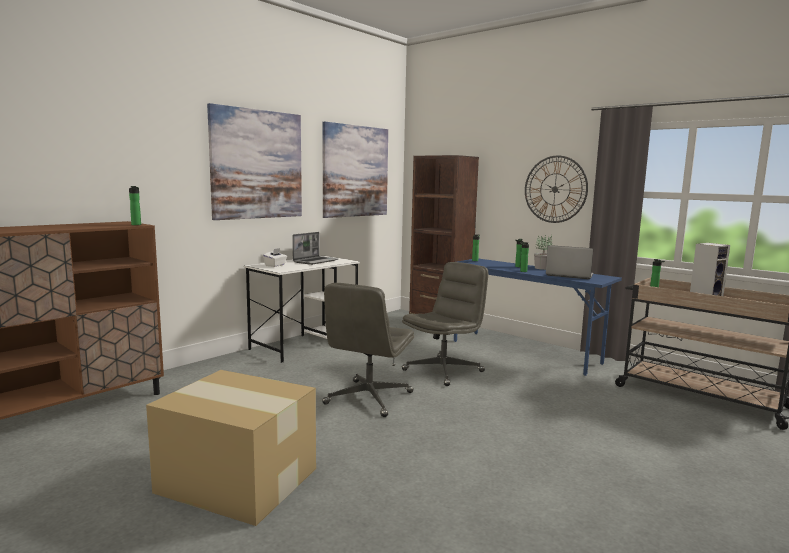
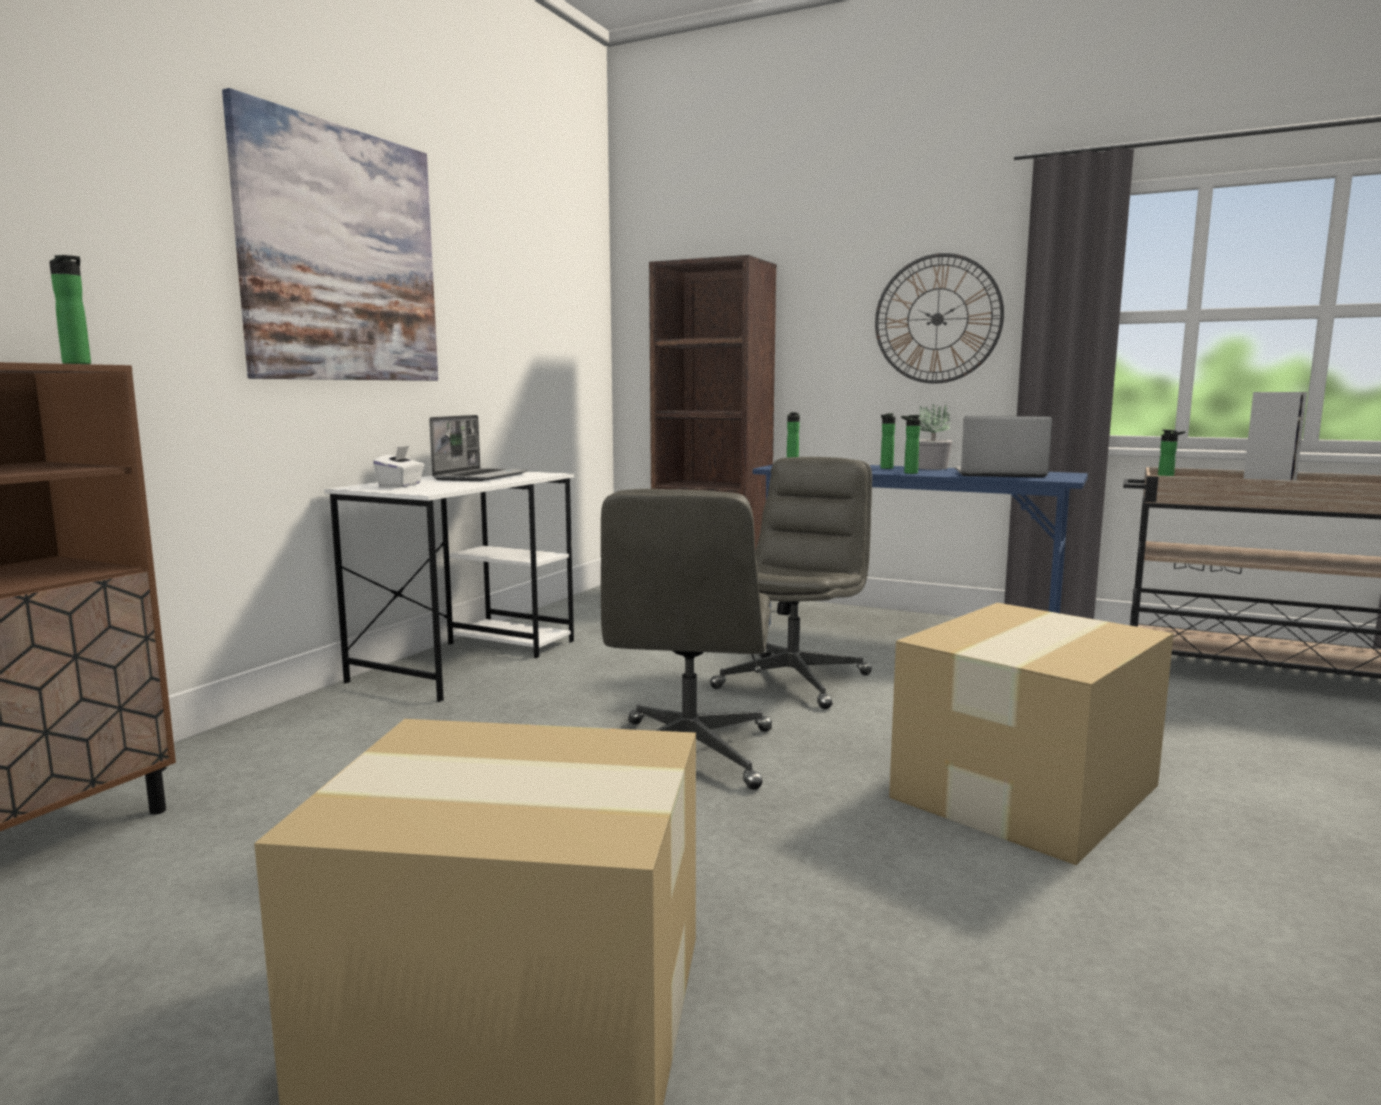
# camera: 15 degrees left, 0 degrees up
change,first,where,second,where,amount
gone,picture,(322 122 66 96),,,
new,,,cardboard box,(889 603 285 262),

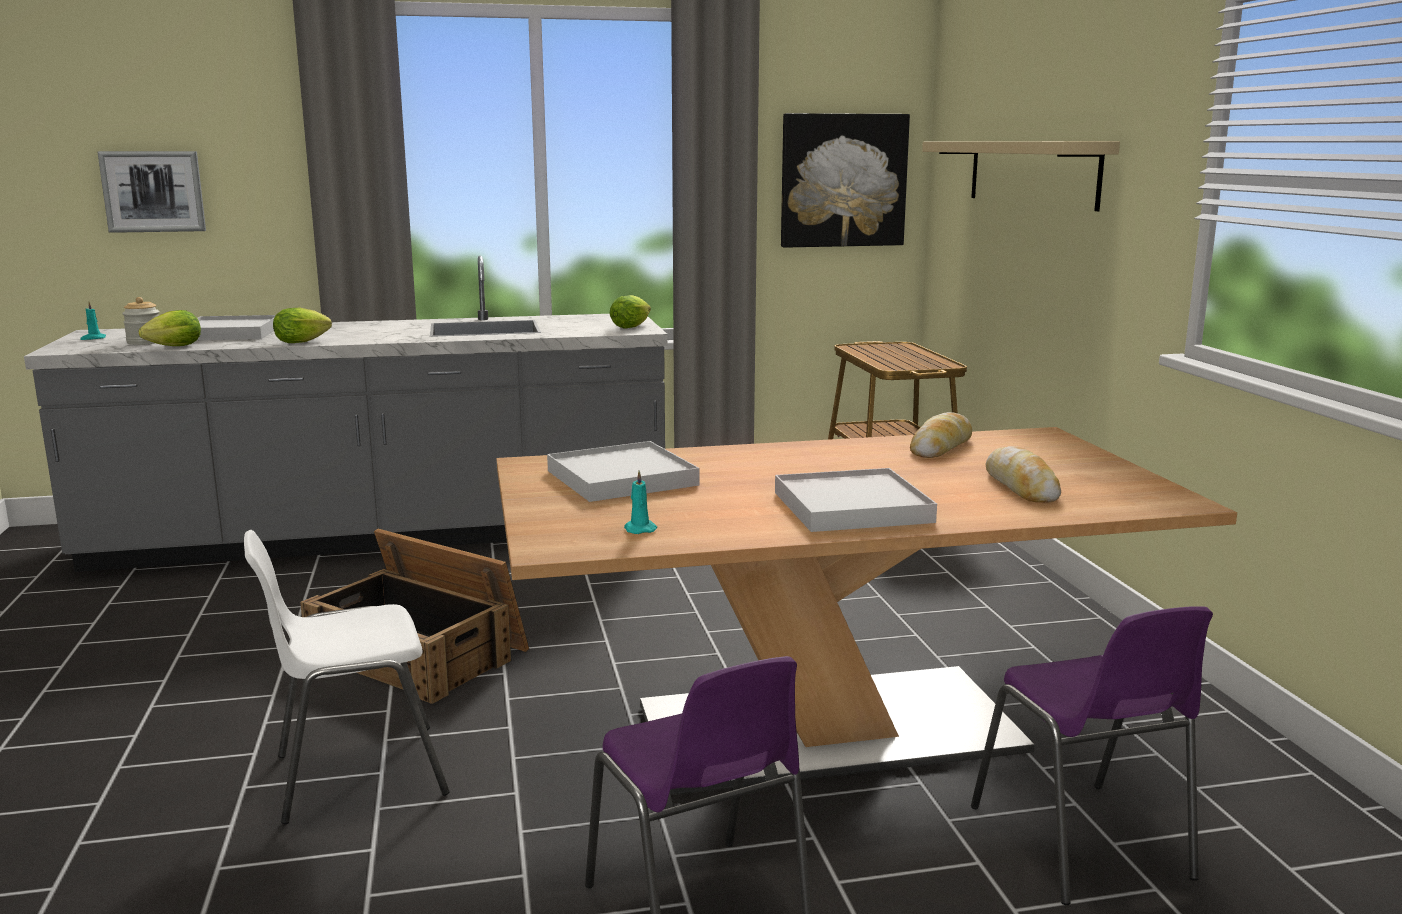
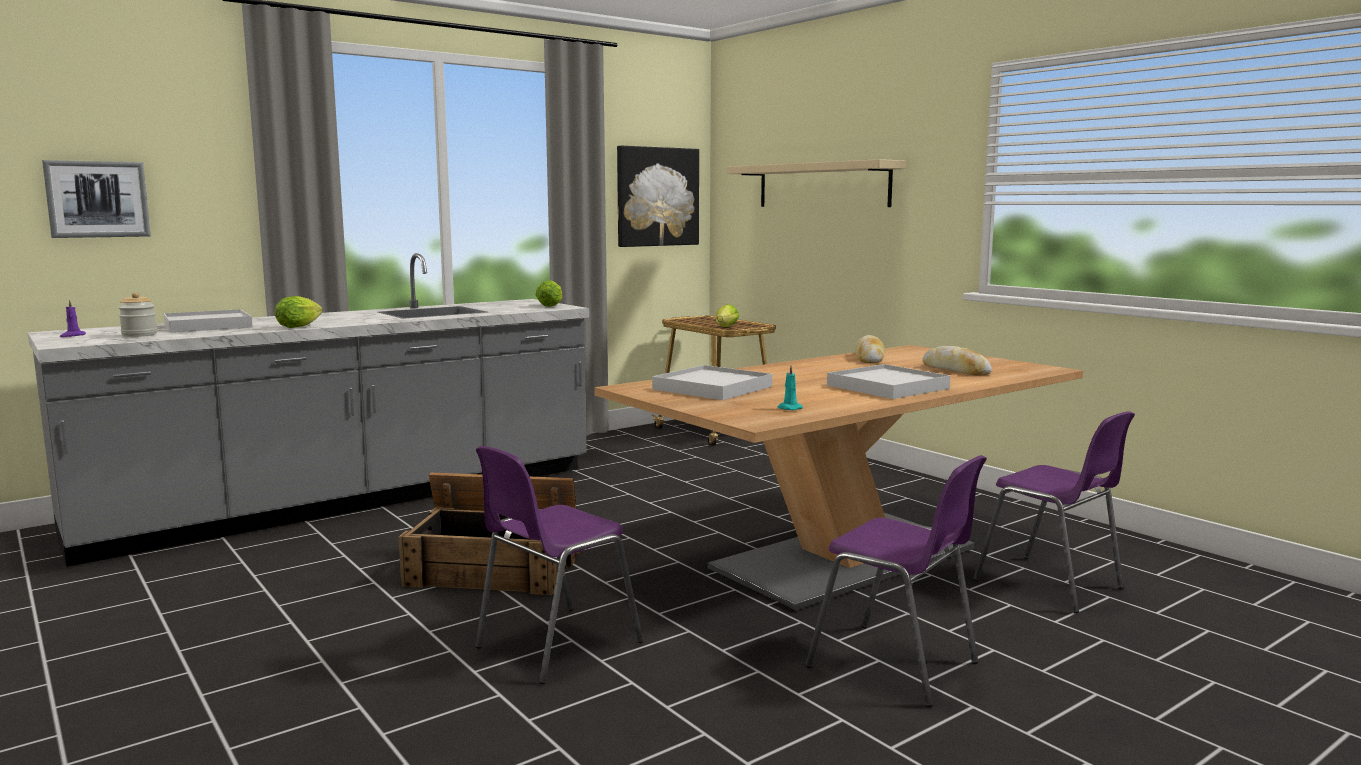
# camera: 25 degrees left, 5 degrees down
change,first,where,second,where,amount
repainted,candle in turquoise-coloured,(80 302 26 38),candle in purple-coloured,(60 299 26 38),
shifted,lettuce head,(139 310 62 36),,(716 304 23 23),
repainted,upright chair in whitish,(244 530 206 294),upright chair in purple-coloured,(475 446 168 238),

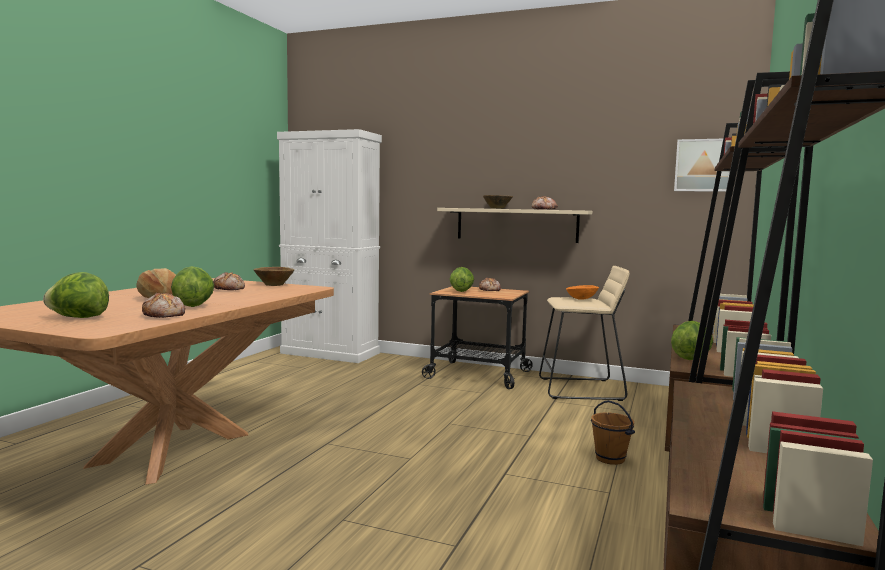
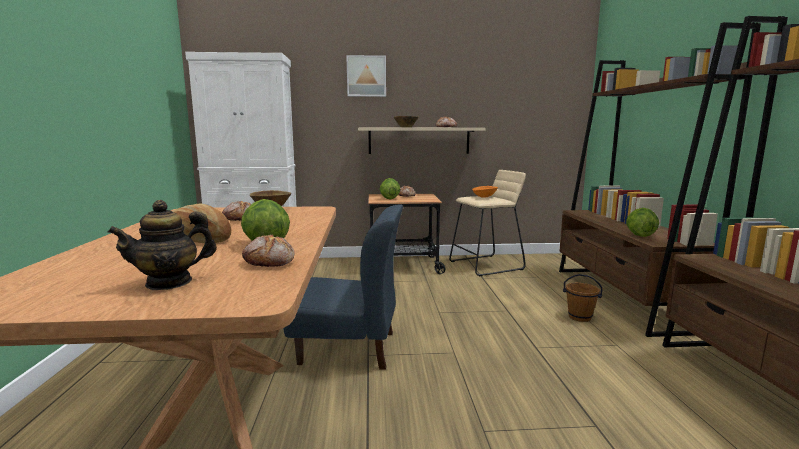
# camera: 25 degrees left, 5 degrees up
change,first,where,second,where,amount
swapped,lettuce head,(43 272 66 46),pot for tea,(108 200 109 90),
shifted,picture,(674 139 56 53),,(346 55 40 42),
new,,,upright chair in blue,(283 204 120 166),

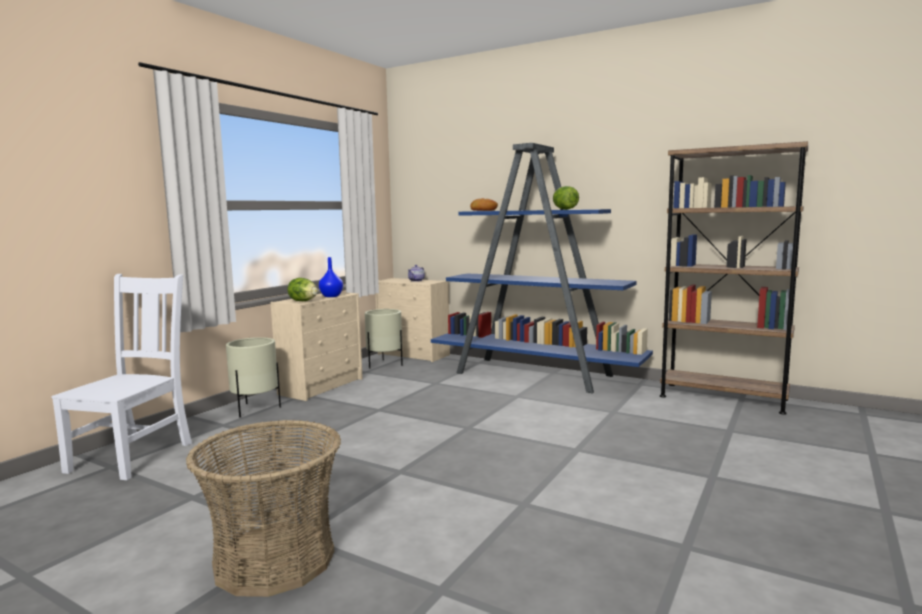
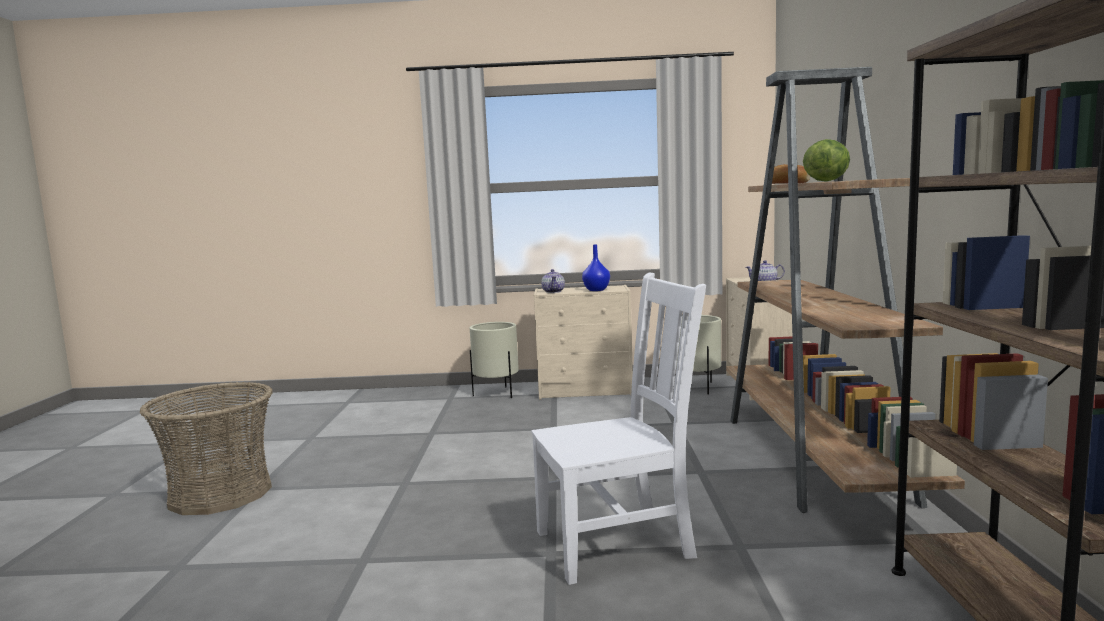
# camera: 60 degrees right, 0 degrees up
change,first,where,second,where,amount
shifted,upright chair in whitish,(51 274 141 206),,(531 273 175 312),
swapped,lettuce head,(287 278 31 23),pot for tea,(541 269 24 24),
repainted,bookshelf in blue,(431 143 222 251),bookshelf in brown-coloured,(726 67 239 446),

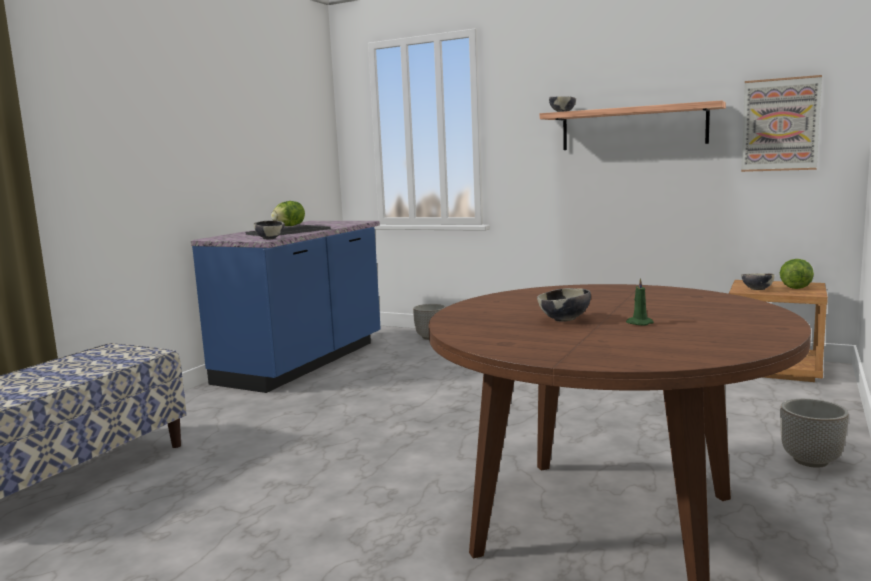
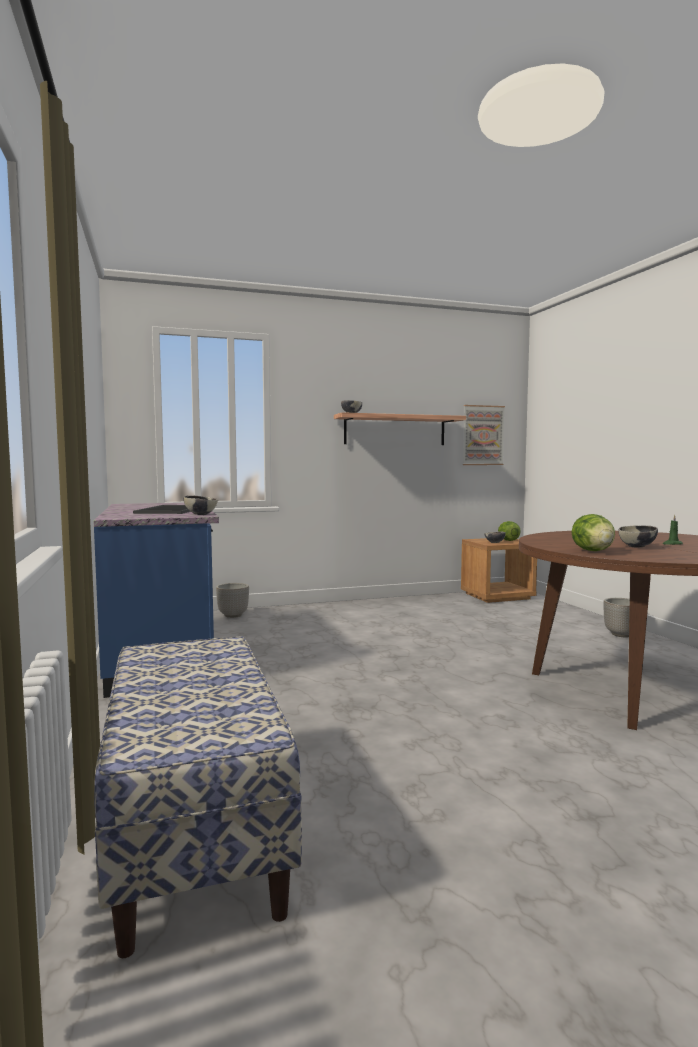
# camera: 45 degrees left, 5 degrees down
change,first,where,second,where,amount
shifted,lettuce head,(271 201 34 25),,(571 514 44 37),

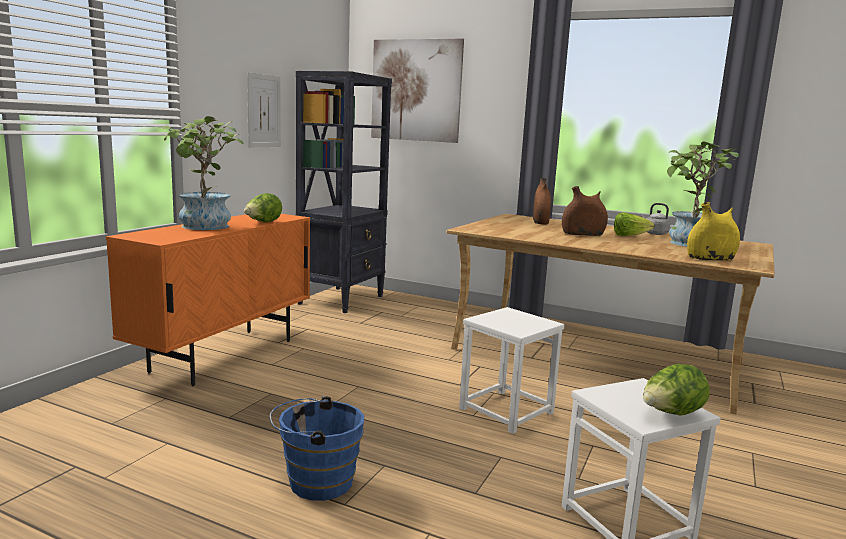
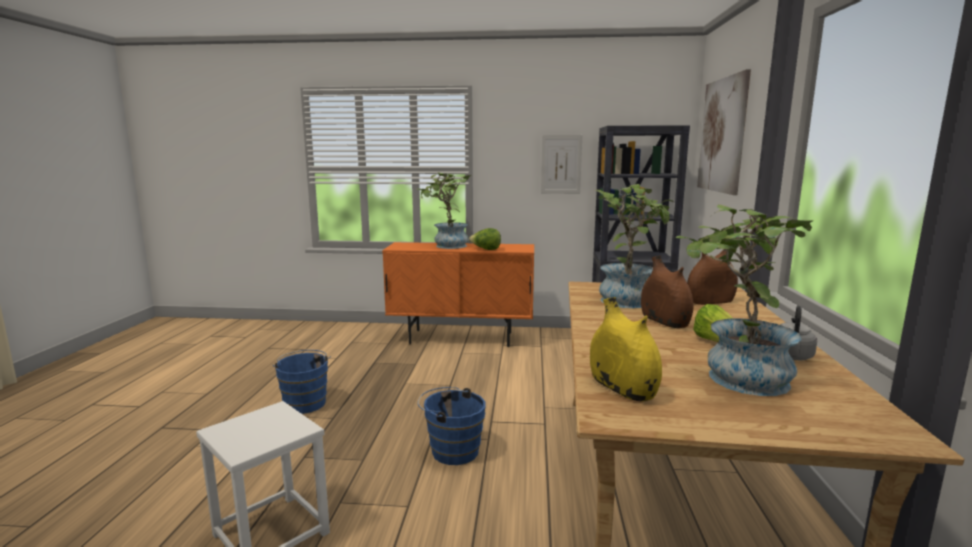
# camera: 70 degrees right, 0 degrees up
change,first,where,second,where,amount
swapped,stool in whitish,(459 307 106 127),pail in blue,(418 387 67 78),
gone,lettuce head,(643 364 67 52),,,
new,,,plant in a pot,(595 184 78 124),

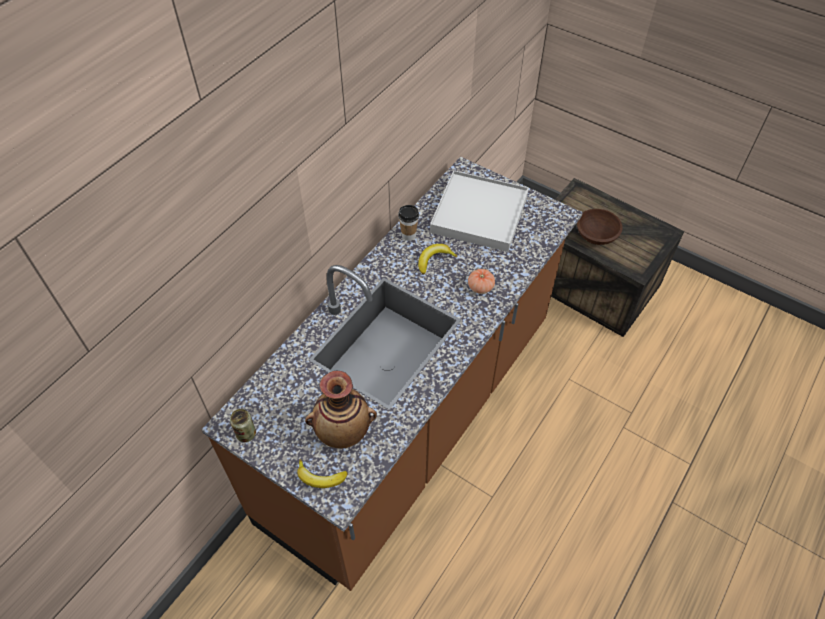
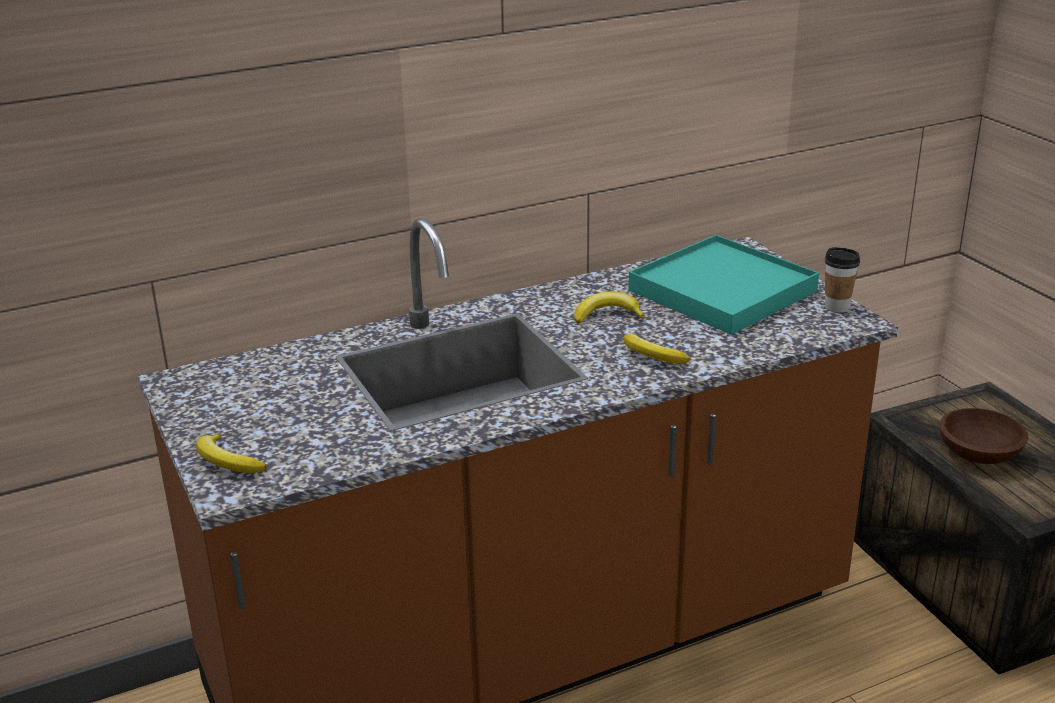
# camera: 30 degrees right, 25 degrees down
change,first,where,second,where,amount
gone,metal can,(230 409 26 33),,,
gone,flower vase,(305 371 72 77),,,
shifted,cup,(398 205 21 36),,(825 247 35 66),
repainted,tray in whitish,(430 170 99 82),tray in turquoise-coloured,(628 235 191 100),
swapped,whole tomato,(468 269 27 25),banana,(623 334 67 30),

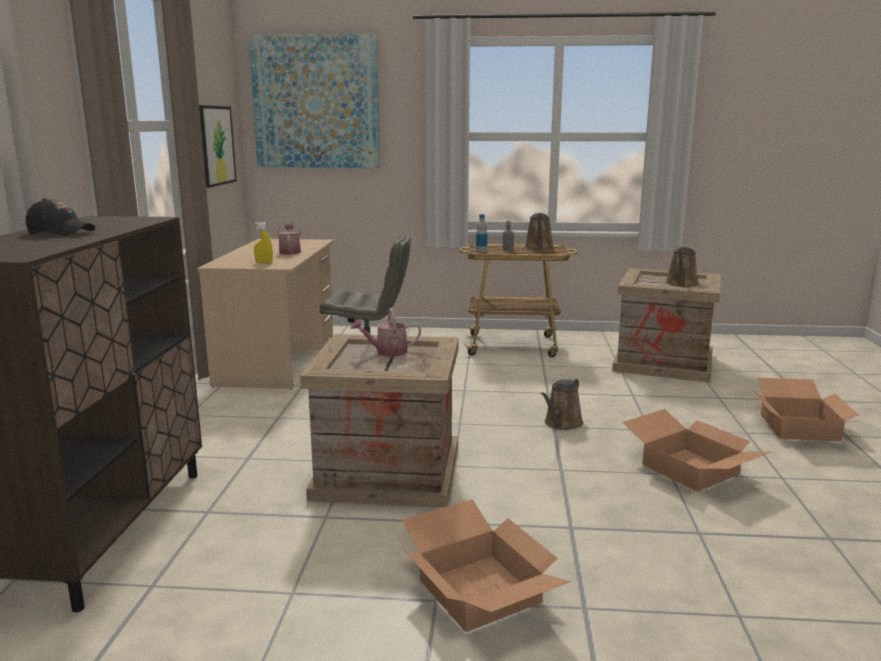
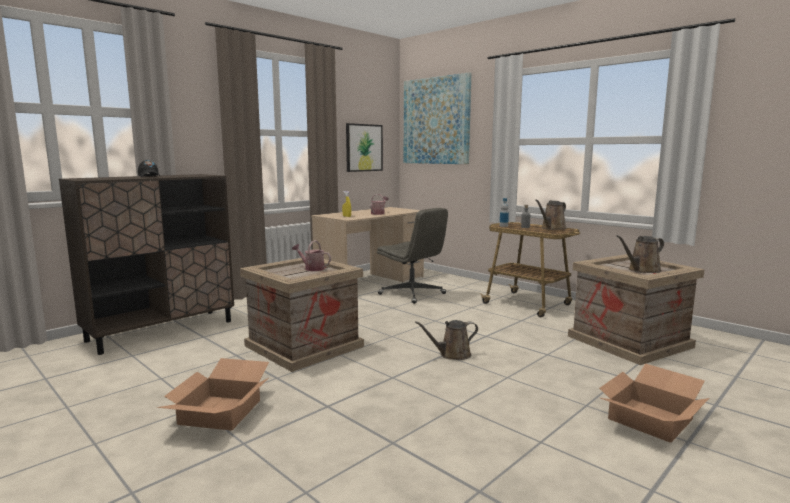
# camera: 40 degrees right, 5 degrees down
change,first,where,second,where,amount
gone,cardboard box,(623 409 149 83),,,

